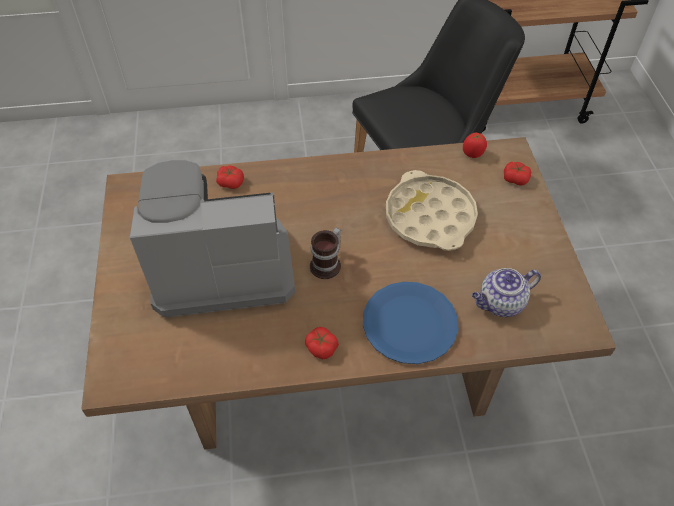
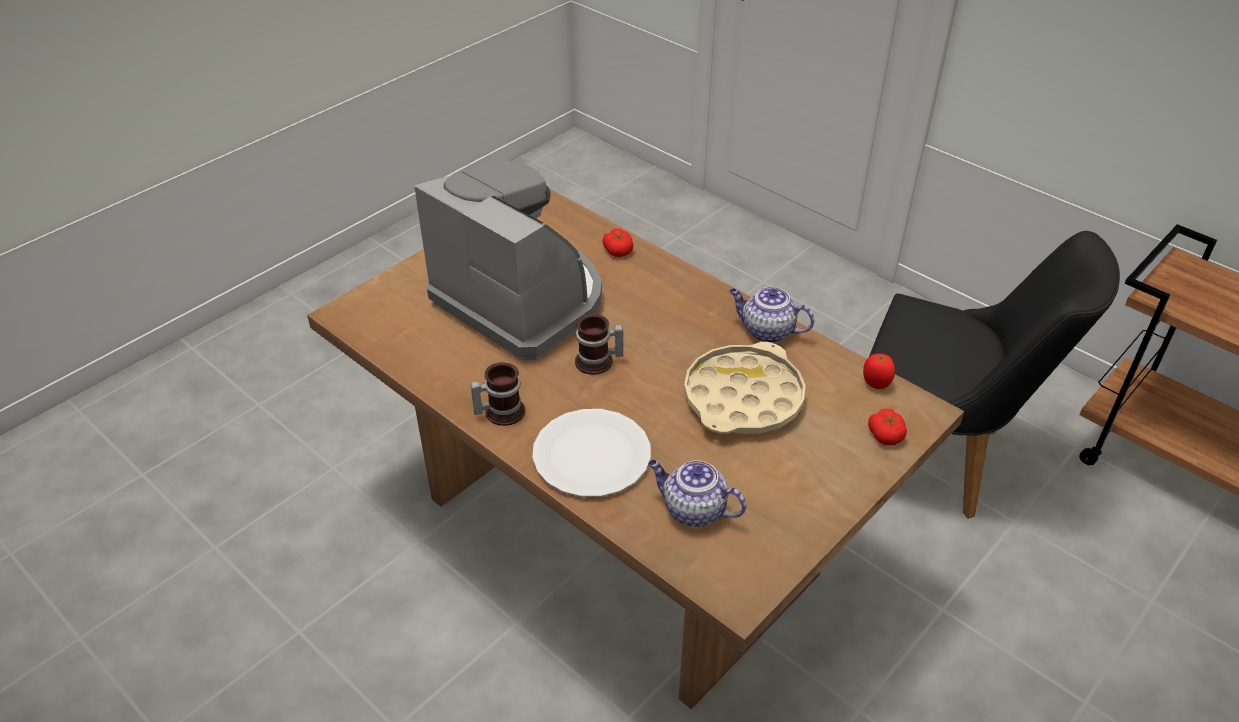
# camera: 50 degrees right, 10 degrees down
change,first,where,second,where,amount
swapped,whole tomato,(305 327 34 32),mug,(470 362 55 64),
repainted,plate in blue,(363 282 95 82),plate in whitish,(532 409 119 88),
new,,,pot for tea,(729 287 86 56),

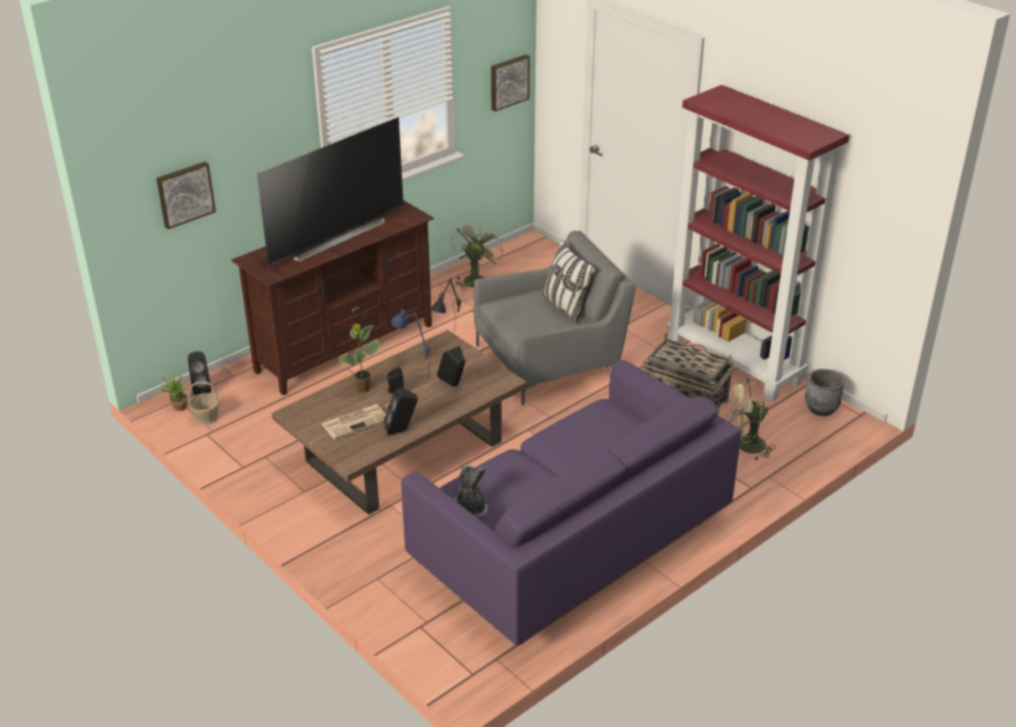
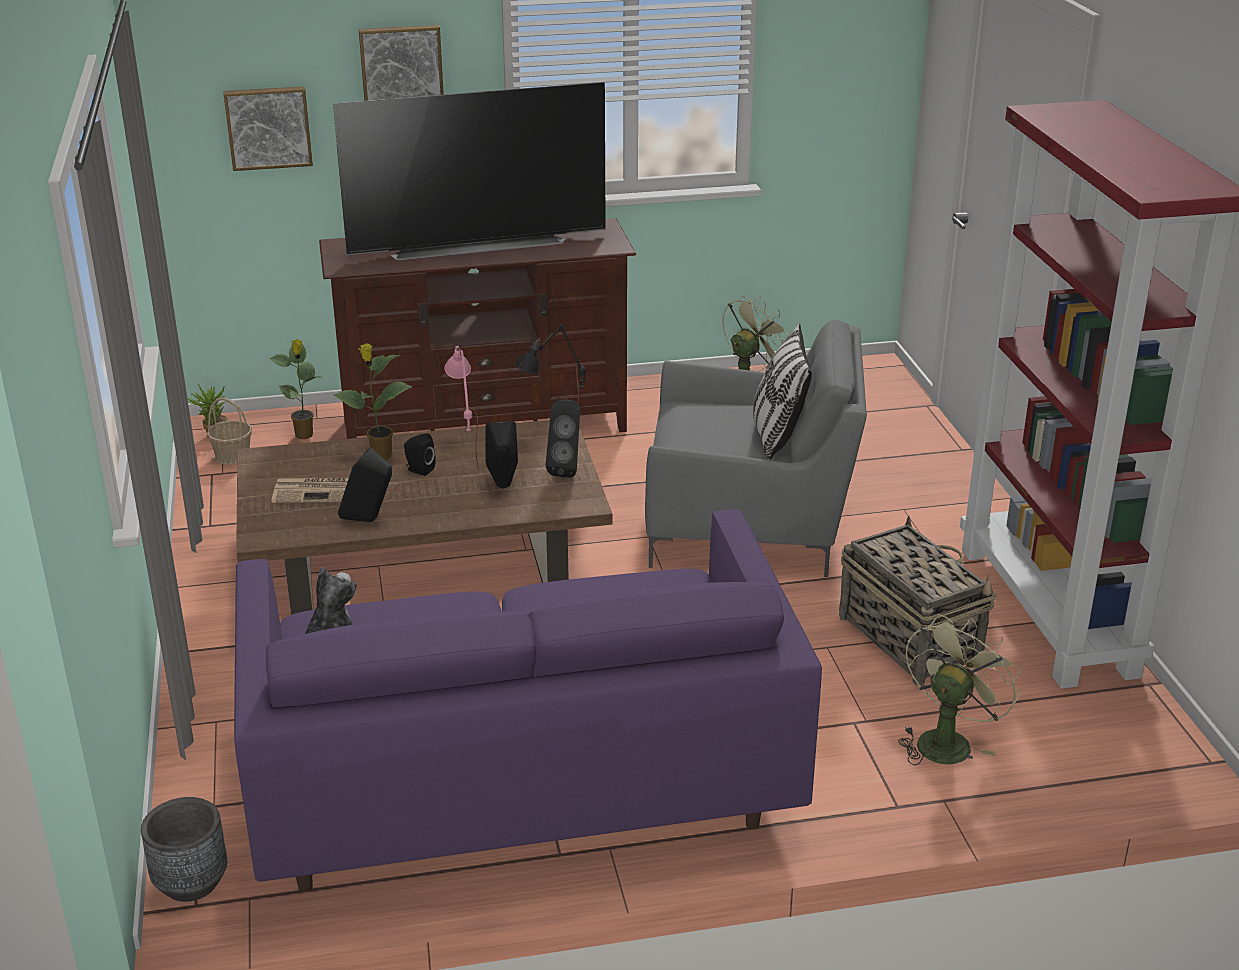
# camera: 30 degrees right, 5 degrees down
change,first,where,second,where,amount
shifted,audio speaker in black,(188 351 23 44),,(546 400 34 78),
repainted,lamp for a table in blue,(391 309 40 71),lamp for a table in pinkish,(444 346 35 124),
shifted,picture,(491 55 39 57),,(359 25 85 76),
rotated,electric fan in green-coloured,(724 378 52 82),,(898 614 124 151),105 degrees clockwise
shifted,plant pot in grey,(805 369 40 47),,(141 797 86 105),
new,,,plant in a pot,(269 339 54 100),

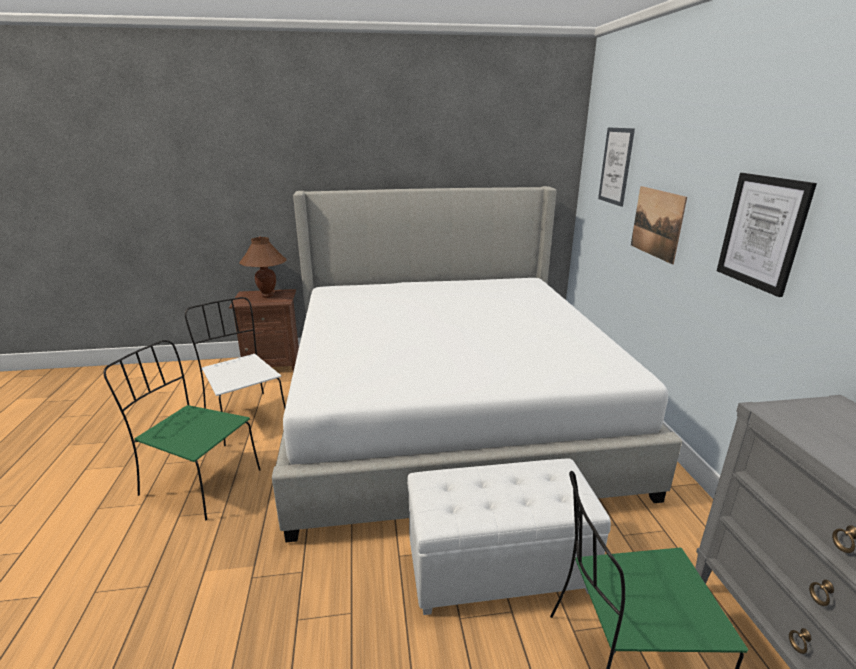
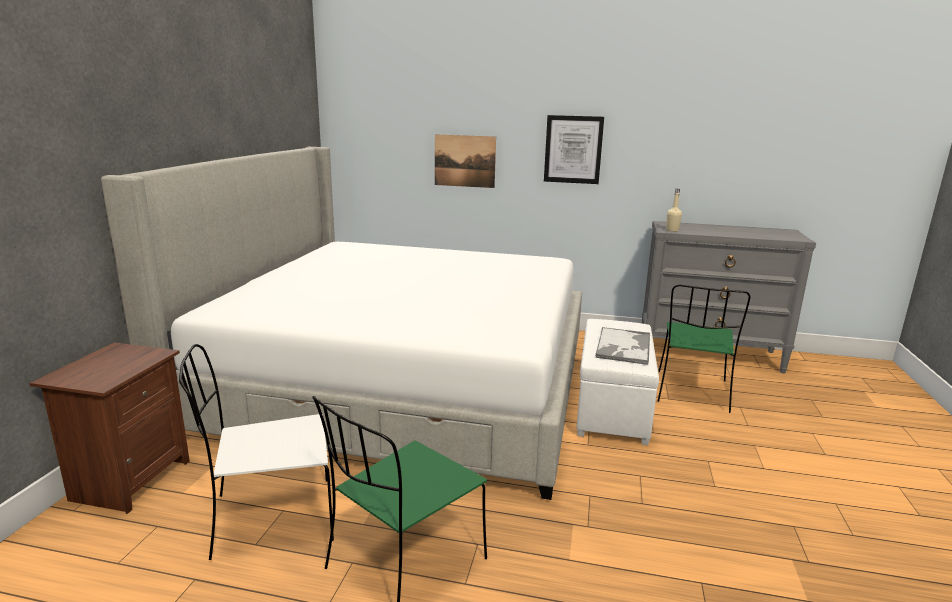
# camera: 70 degrees left, 5 degrees down
change,first,where,second,where,amount
gone,lamp for a table in brown-coloured,(239 236 47 62),,,
gone,picture,(598 127 37 80),,,
new,,,tray,(595 327 55 38),
new,,,beverage bottle in sand-coloured,(666 189 16 43),

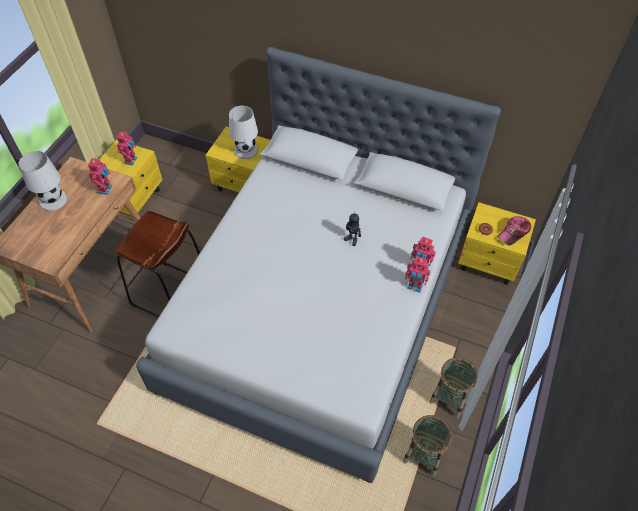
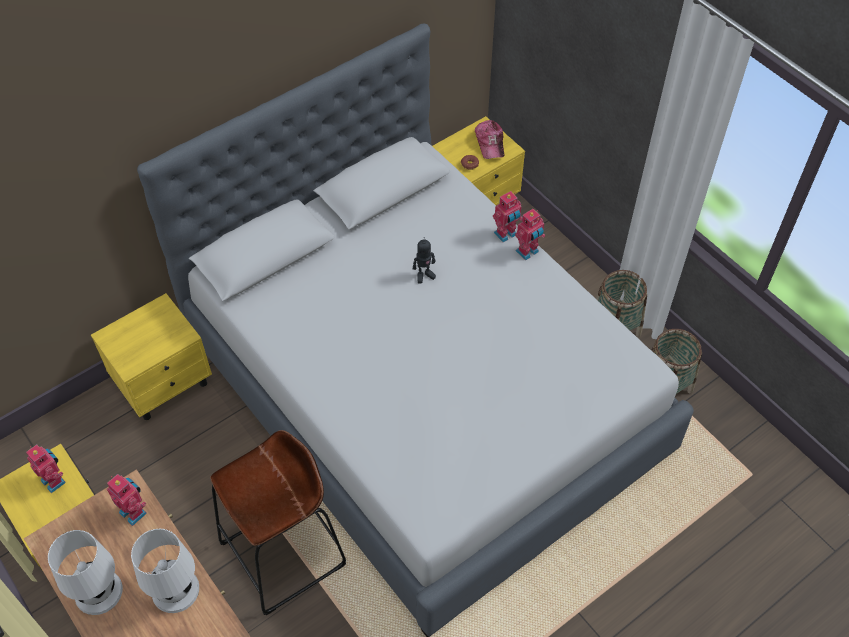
# camera: 60 degrees left, 0 degrees up
change,first,where,second,where,amount
shifted,lamp for a table in whitish,(229 106 29 53),,(131 529 68 84),

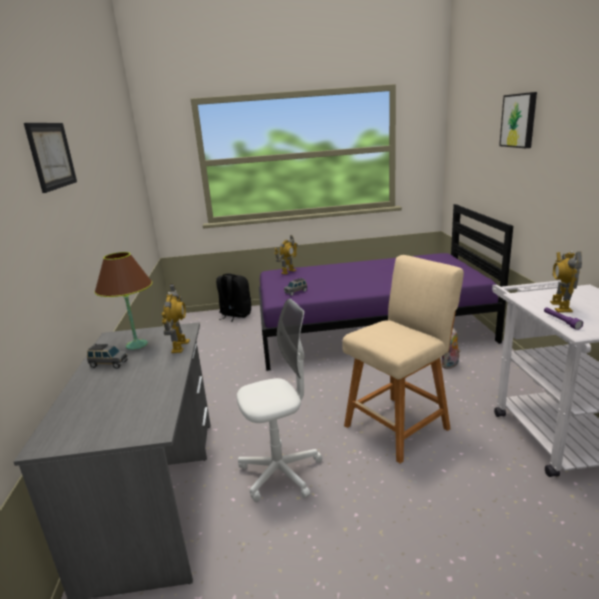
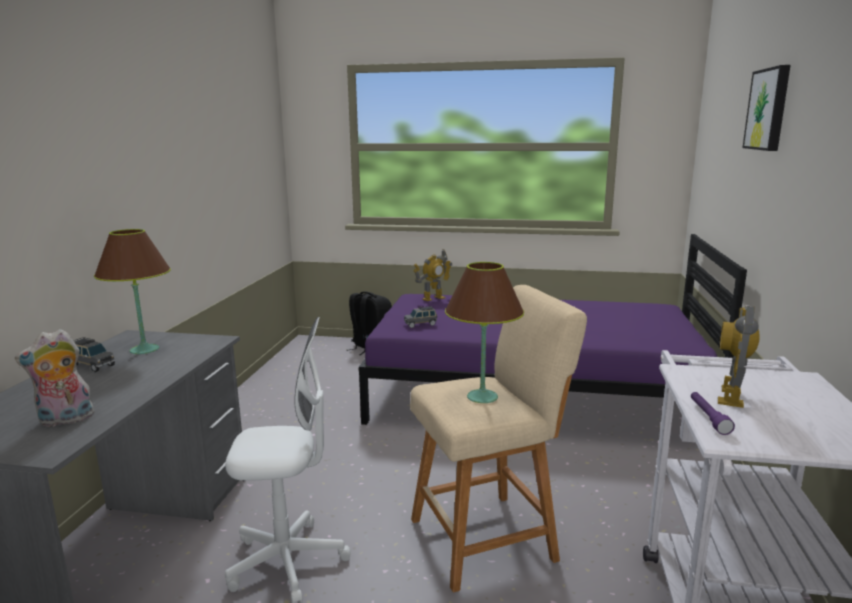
# camera: 15 degrees right, 5 degrees down
change,first,where,second,where,amount
gone,picture,(24 123 53 70),,,
gone,robot figure,(161 284 29 69),,,
shifted,soft toy,(441 328 20 41),,(15 329 81 98),
new,,,lamp for a table in brown-coloured,(445 262 79 141),

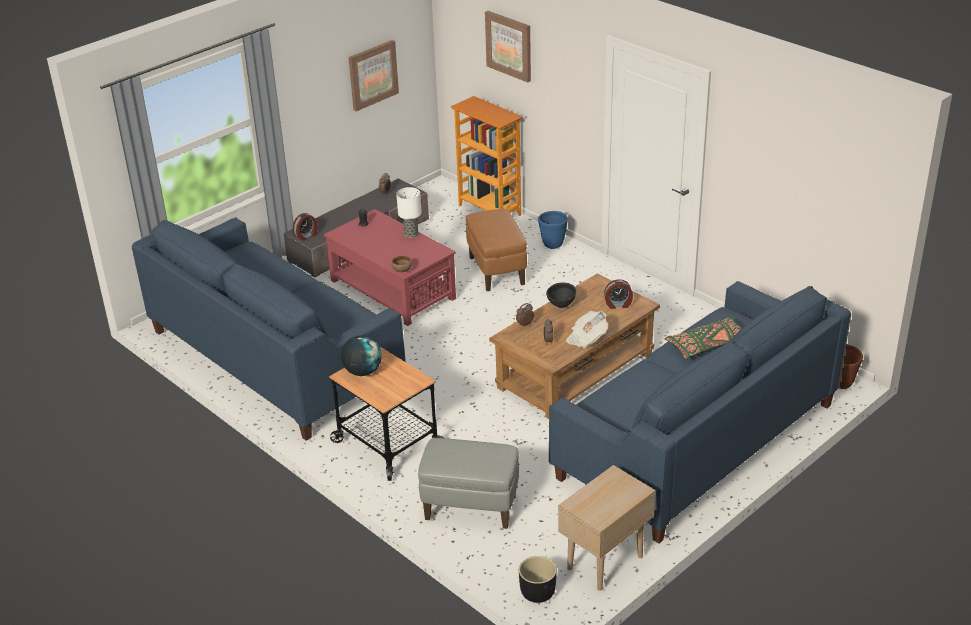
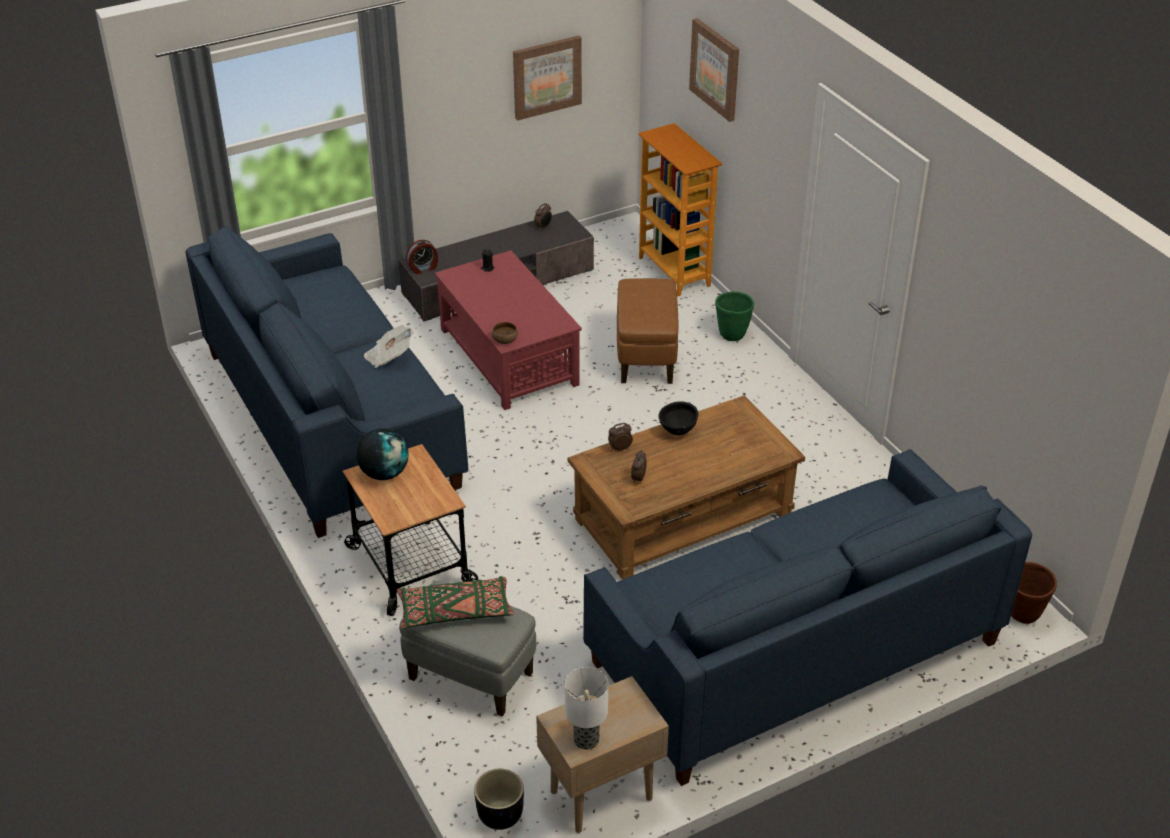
# camera: 15 degrees right, 5 degrees up
change,first,where,second,where,amount
shifted,lamp for a table,(396 187 26 51),,(565 667 43 83),
repainted,plant pot in blue,(538 211 30 38),plant pot in green-coloured,(715 291 39 50),
shifted,printed paper,(566 311 42 37),,(364 325 49 43),
gone,bedside clock,(604 279 29 30),,,
shifted,pillow in green-coloured,(664 317 78 42),,(397 576 117 53),

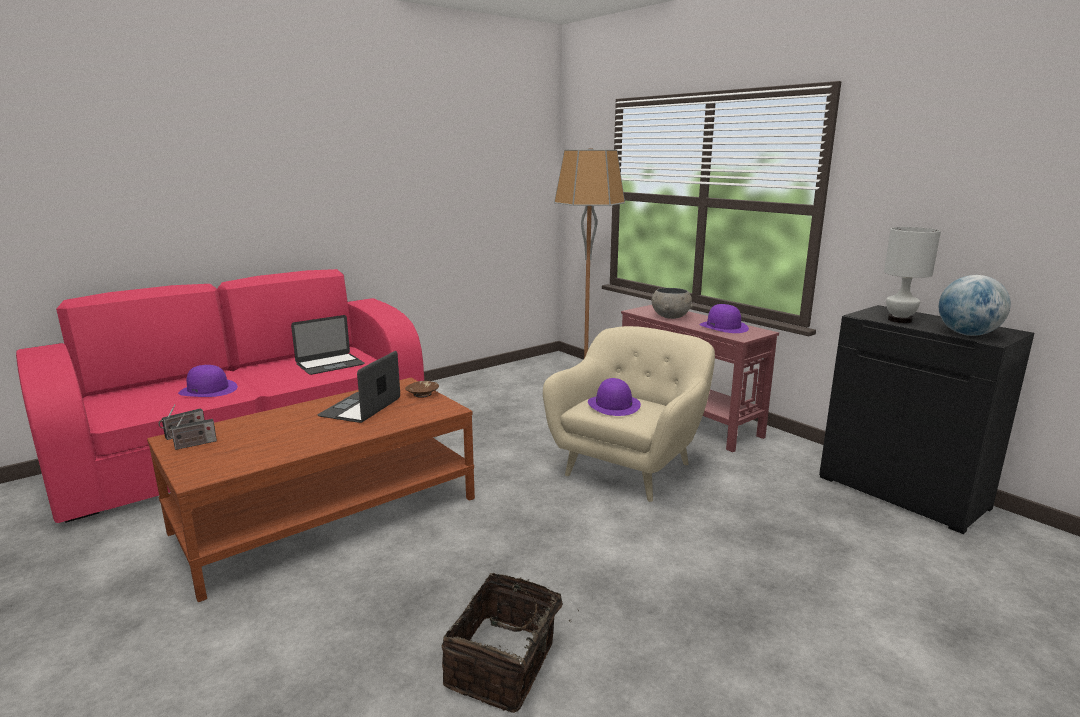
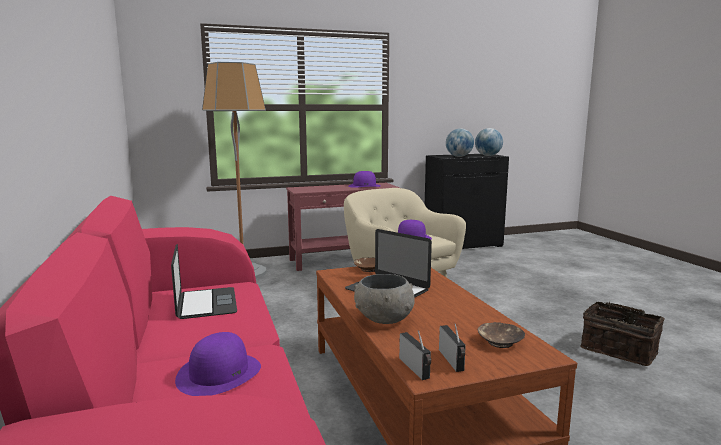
# camera: 70 degrees left, 5 degrees down
change,first,where,second,where,amount
shifted,deep dish in grey,(652 288 41 31),,(354 274 61 50),
swapped,lamp for a table in whitish,(884 227 57 96),world globe,(446 128 28 29),
new,,,deep dish in brown-coloured,(478 322 47 26),

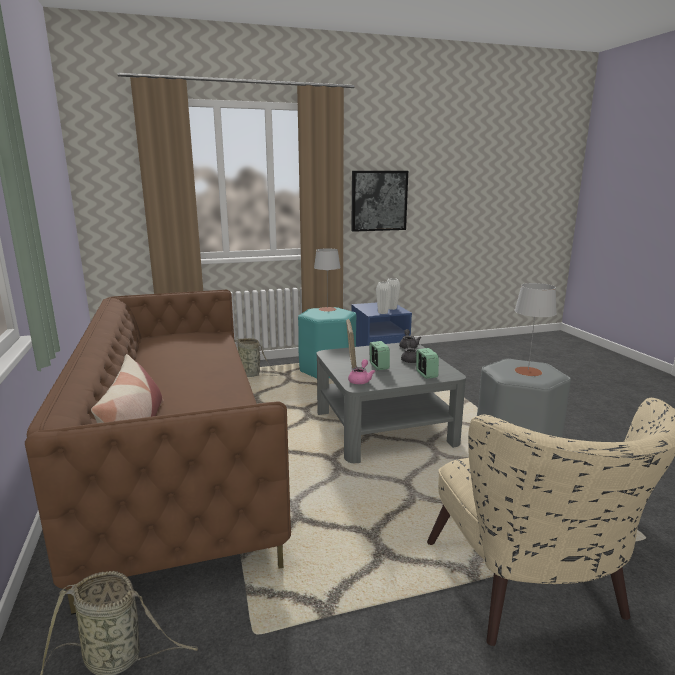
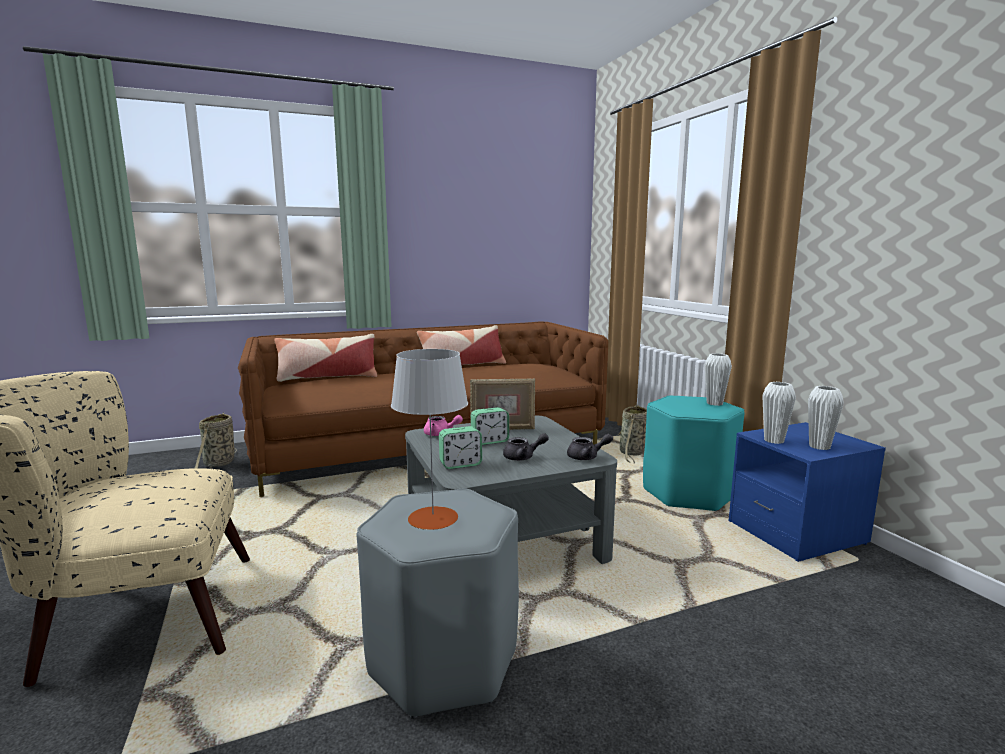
# camera: 85 degrees right, 5 degrees down
change,first,where,second,where,amount
swapped,lamp for a table in grey,(314 248 27 64),flower vase in whitish,(705 353 27 53),
gone,picture,(351 171 57 61),,,
new,,,pillow,(417 325 89 40),

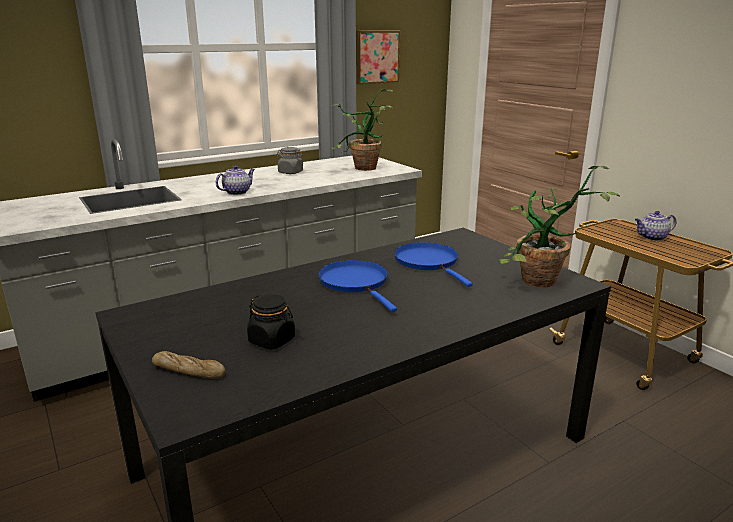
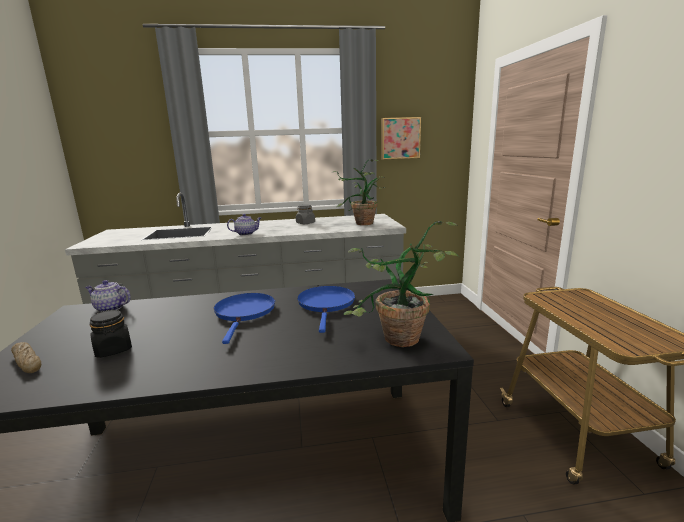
# camera: 25 degrees right, 5 degrees down
change,first,where,second,where,amount
shifted,pot for tea,(635 211 42 30),,(85 280 46 32),

